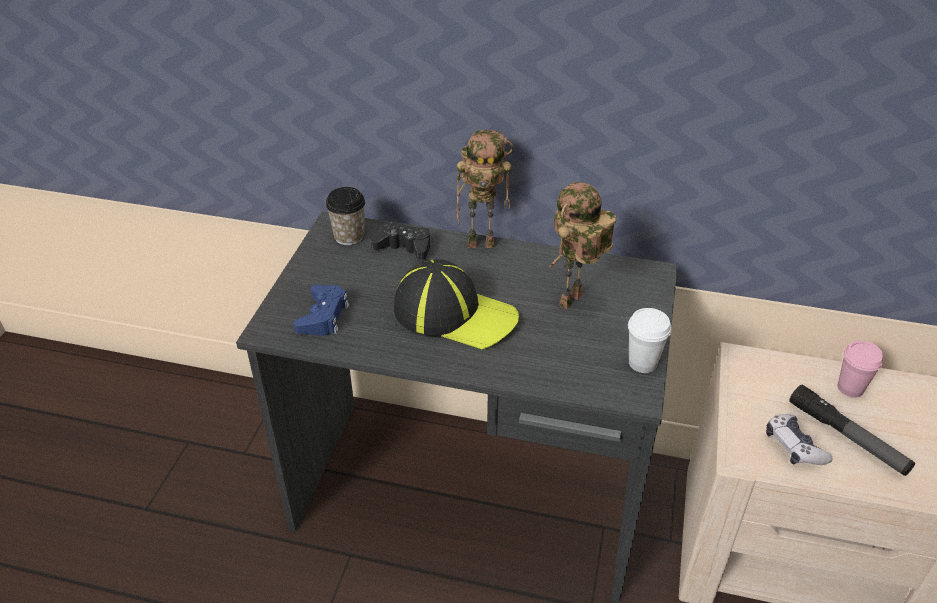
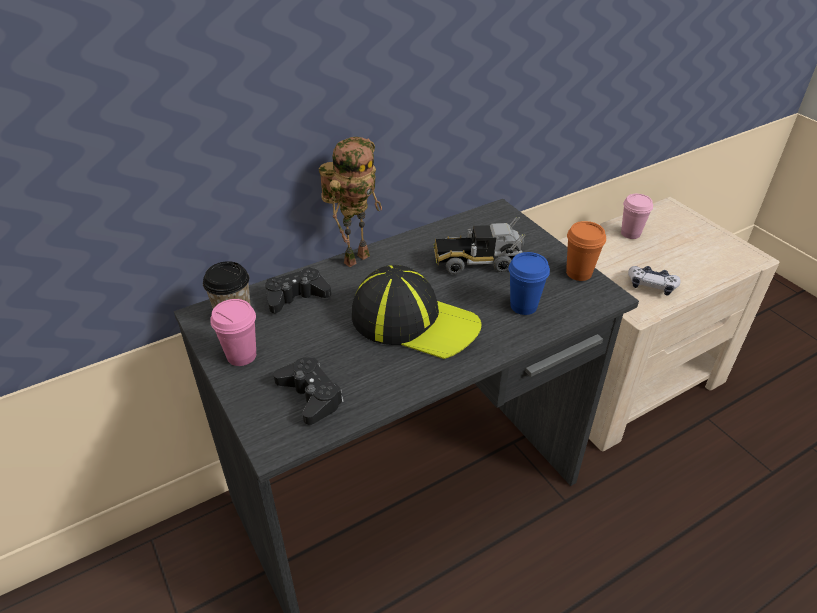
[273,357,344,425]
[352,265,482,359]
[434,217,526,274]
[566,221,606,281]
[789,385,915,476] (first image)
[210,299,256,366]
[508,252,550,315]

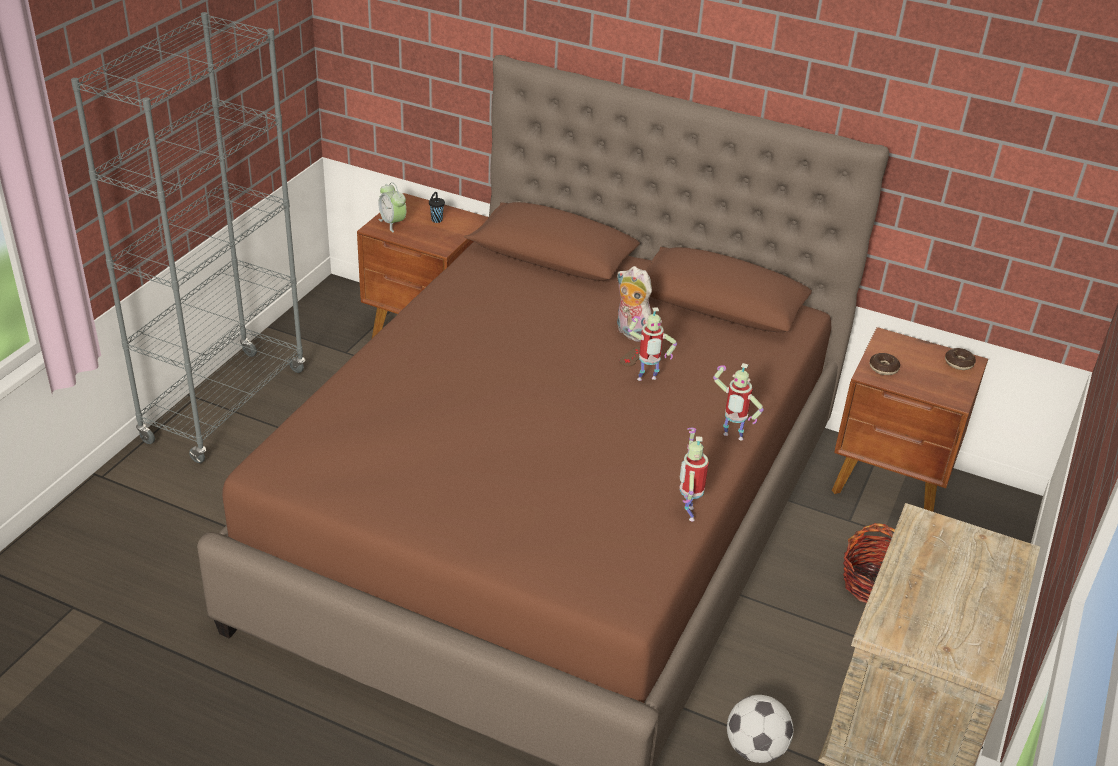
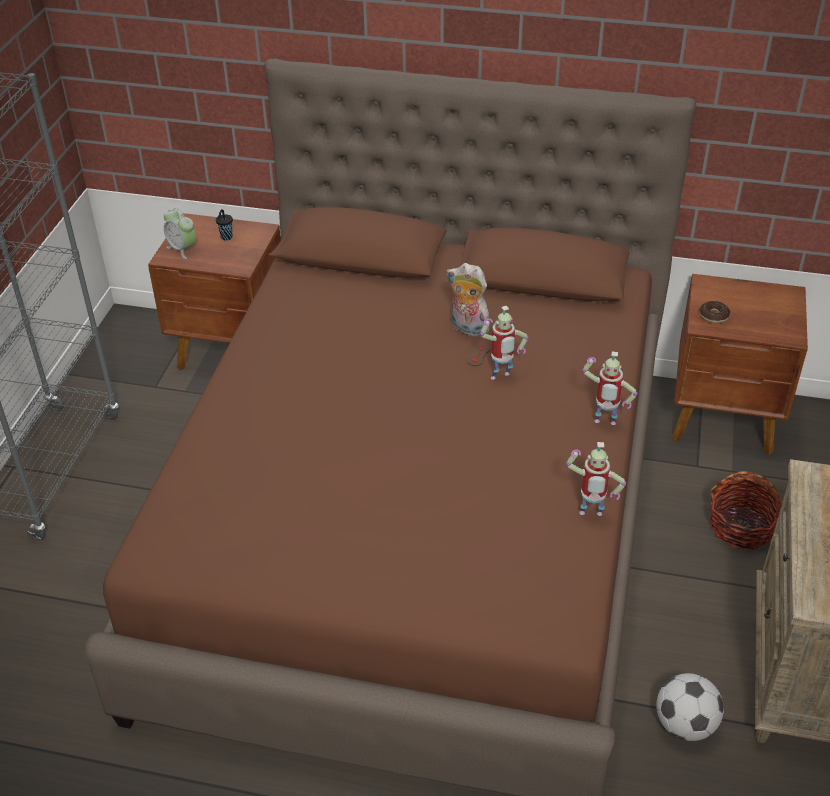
[566,442,626,516]
[945,348,976,370] (first image)

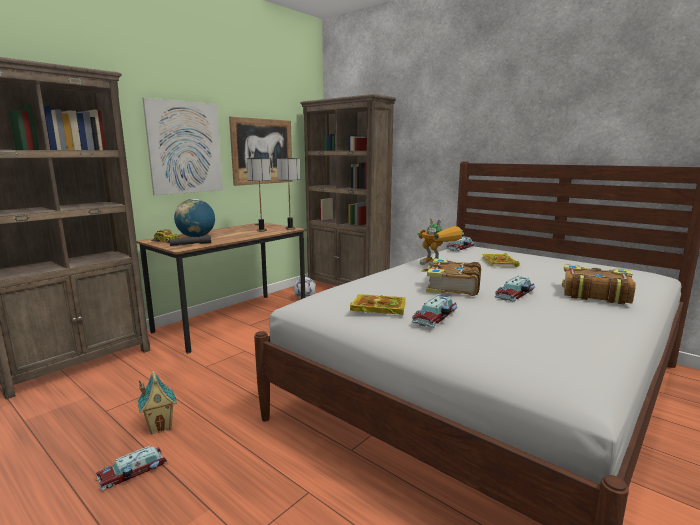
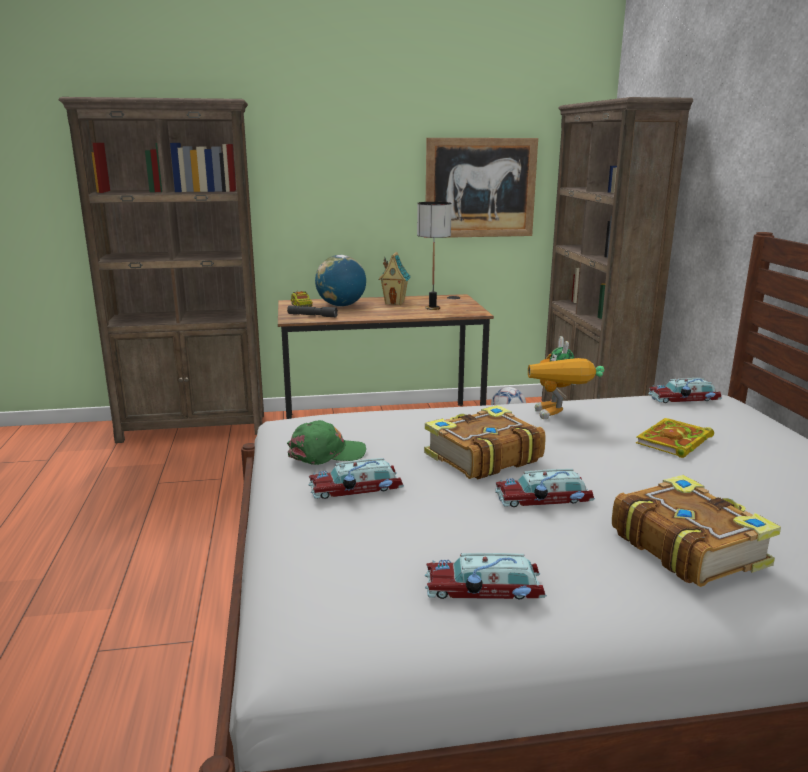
[425,553,547,600]
[379,252,411,305]
[142,98,223,195] (first image)
[276,158,300,229] (first image)
[287,420,366,465]

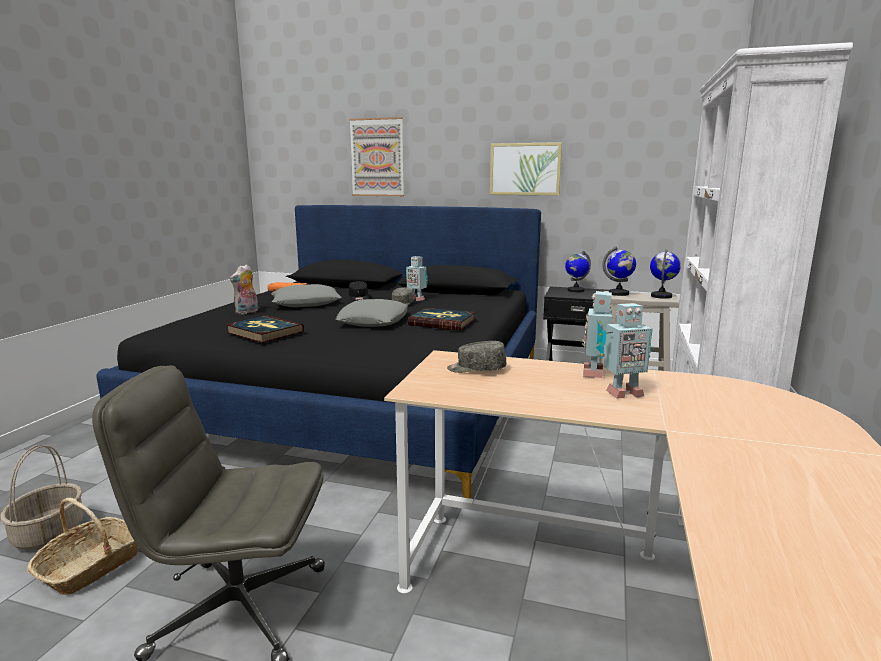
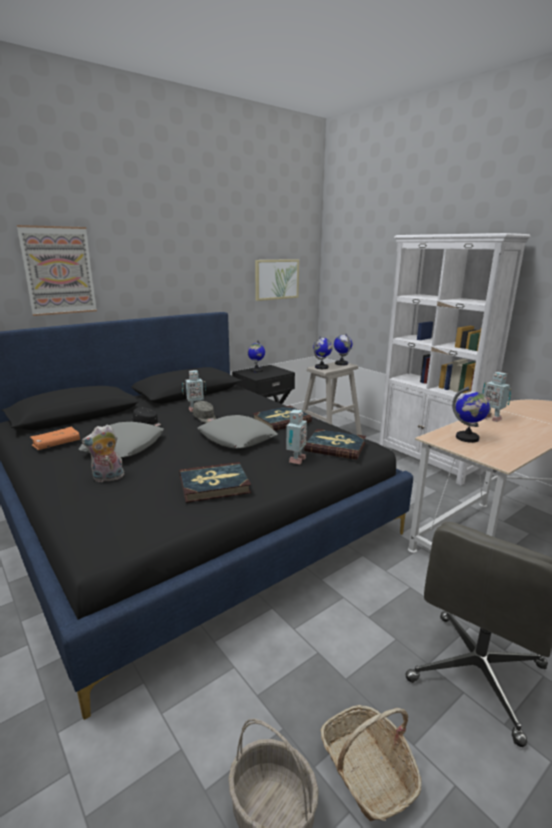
[82,425,124,482]
[452,387,490,443]
[255,259,299,301]
[286,409,307,464]
[304,429,366,460]

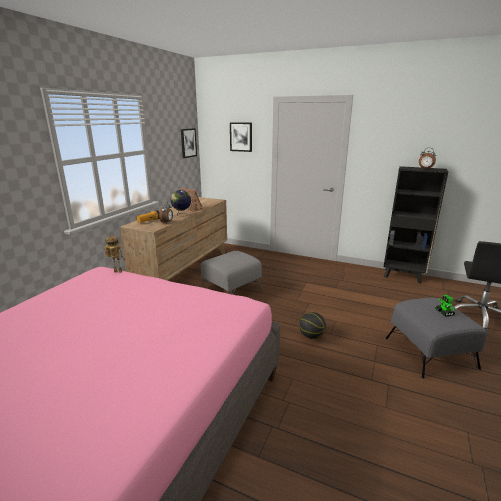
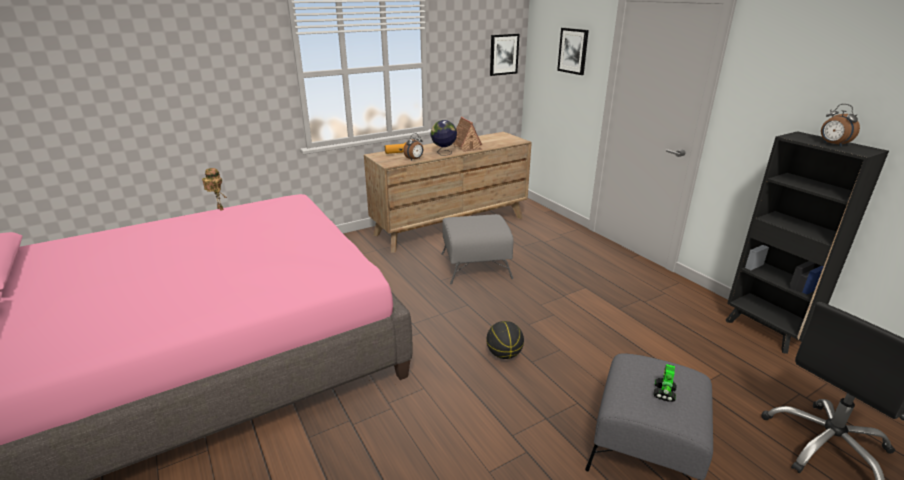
[202,168,227,211]

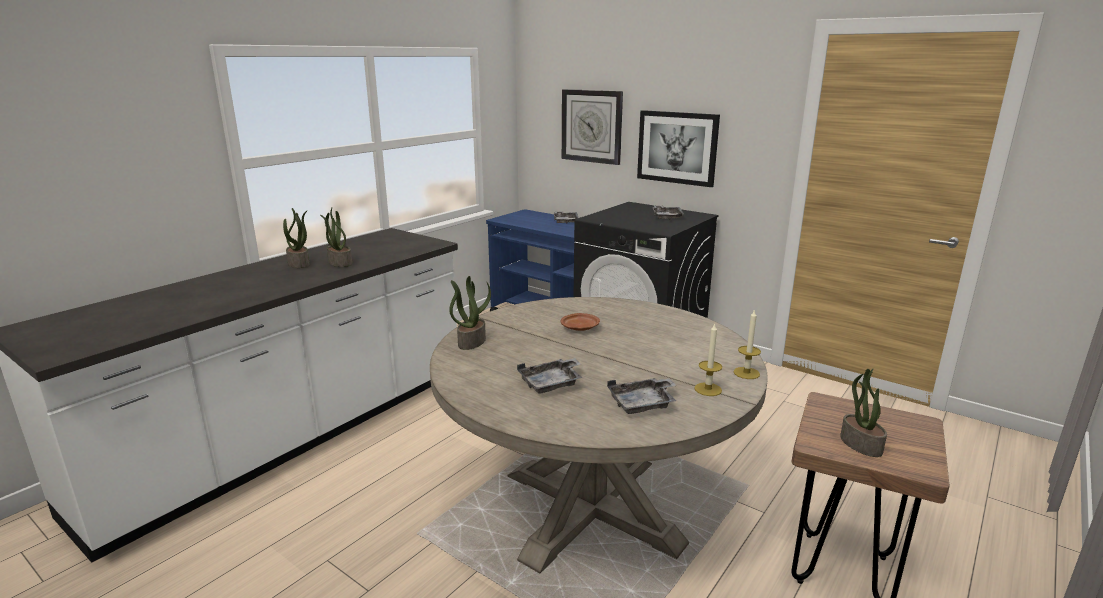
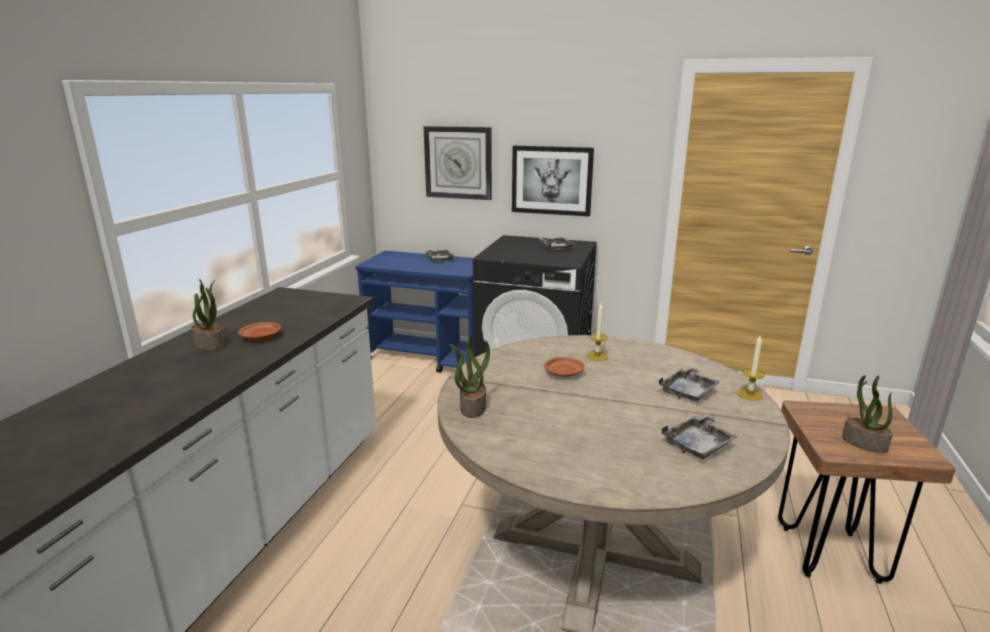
[238,322,281,340]
[659,366,720,402]
[587,303,608,361]

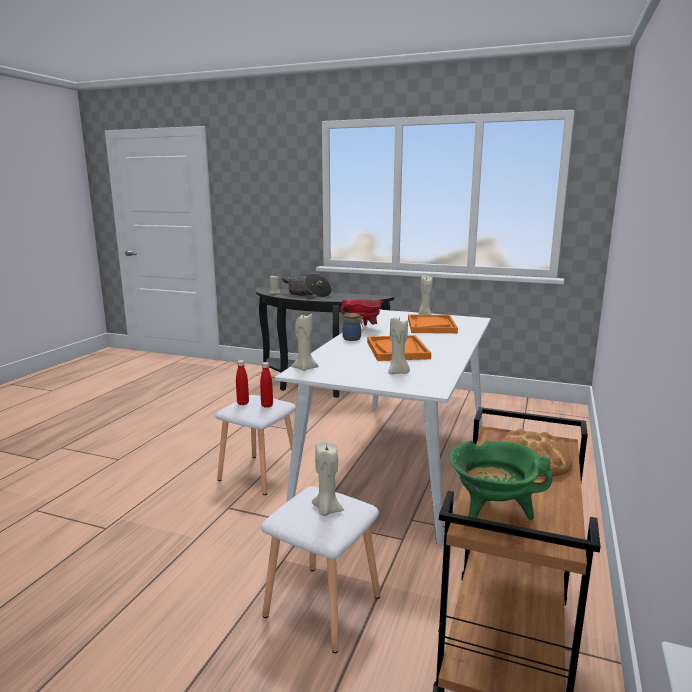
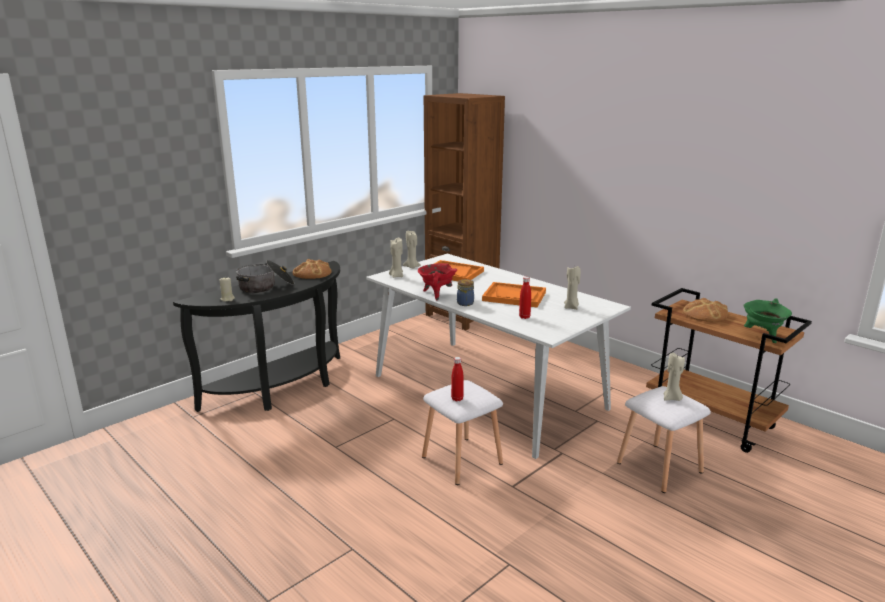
[519,277,531,319]
[389,238,403,278]
[293,259,332,279]
[424,93,505,330]

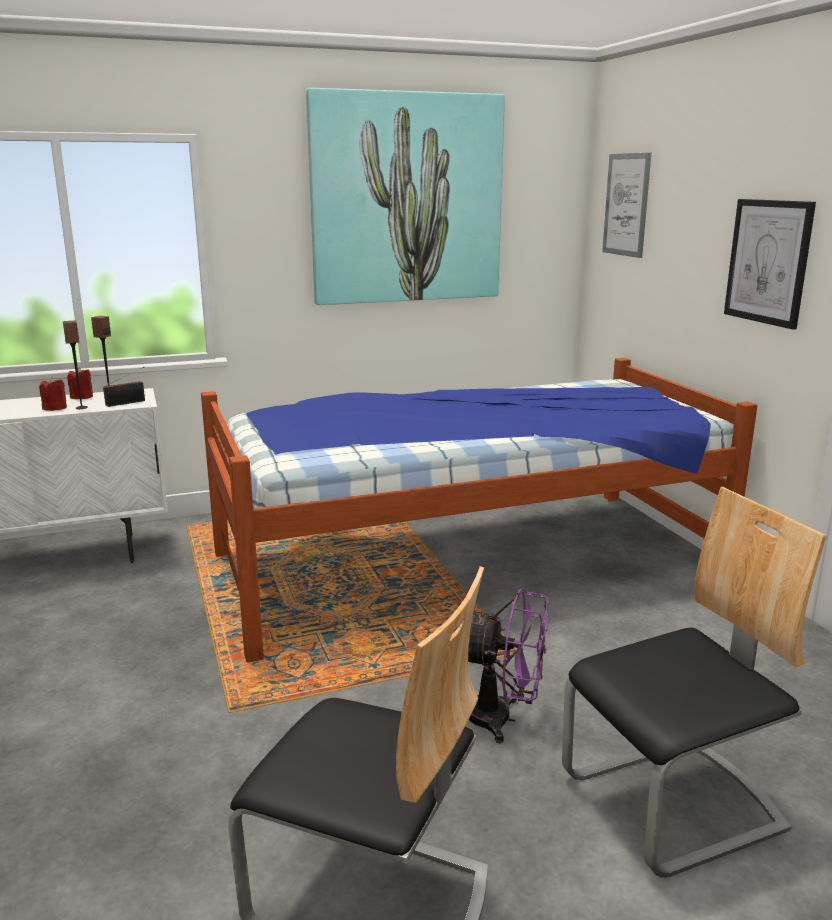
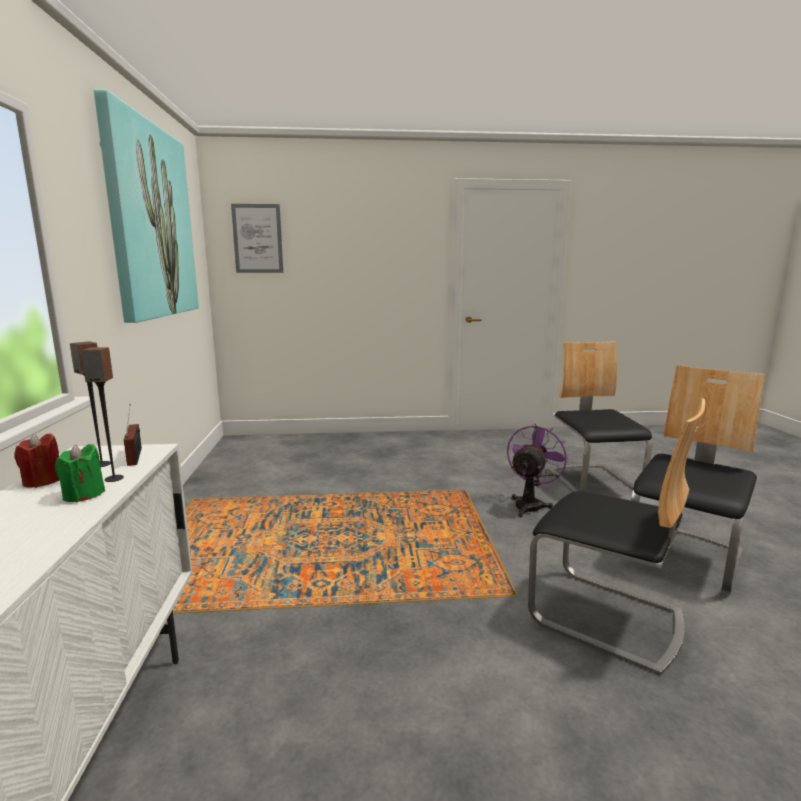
[55,444,105,502]
[201,358,757,663] (first image)
[724,199,816,330] (first image)
[528,398,705,675]

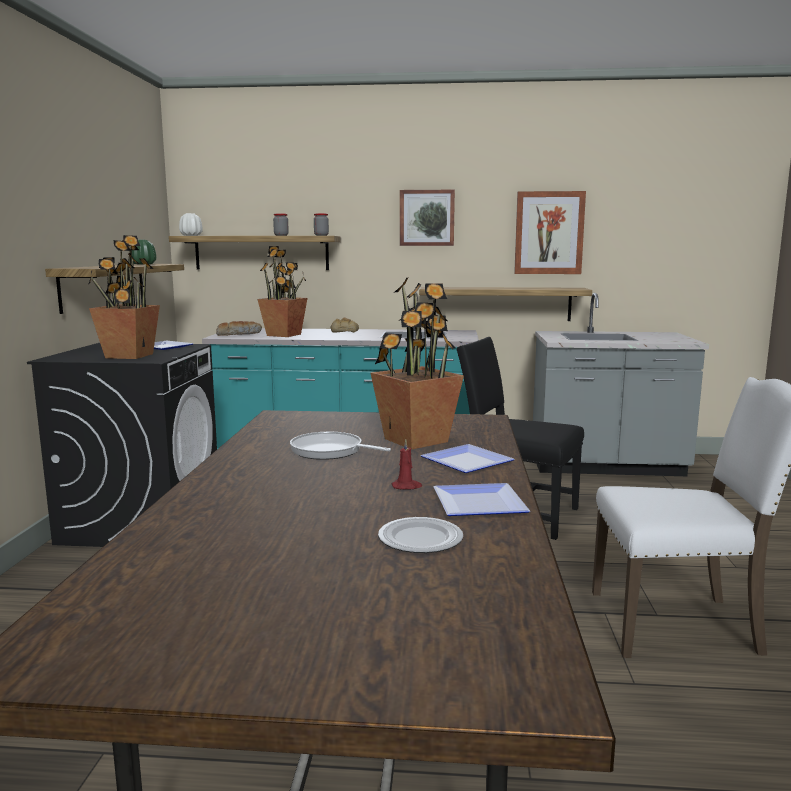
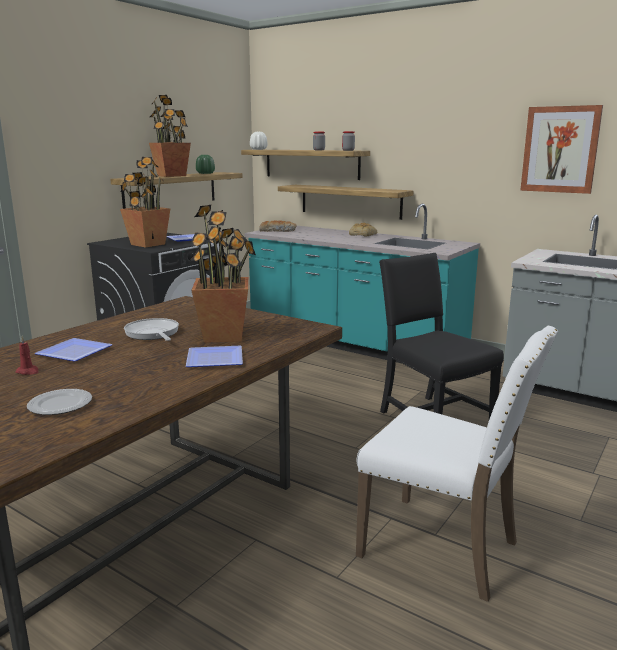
[149,95,191,177]
[15,336,38,375]
[400,190,455,246] (first image)
[278,185,414,220]
[34,338,112,362]

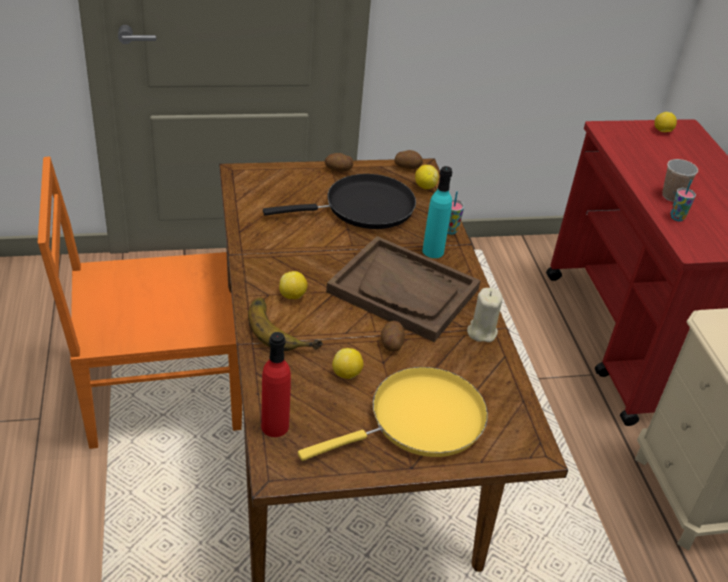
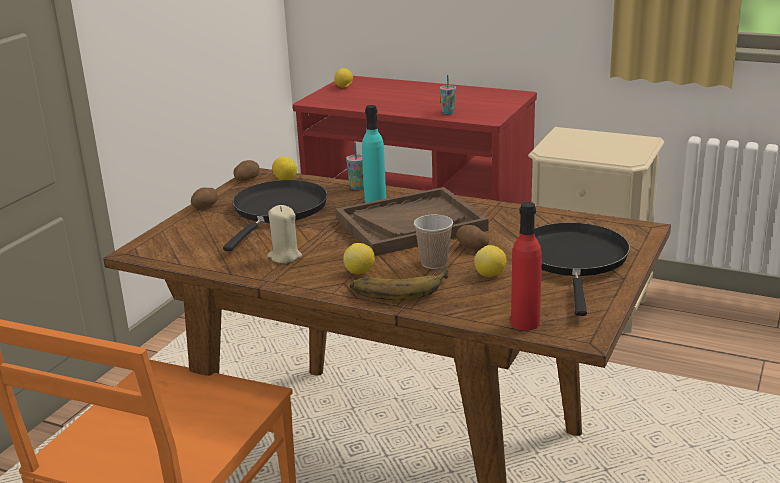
[535,222,630,316]
[267,205,302,263]
[414,214,453,269]

